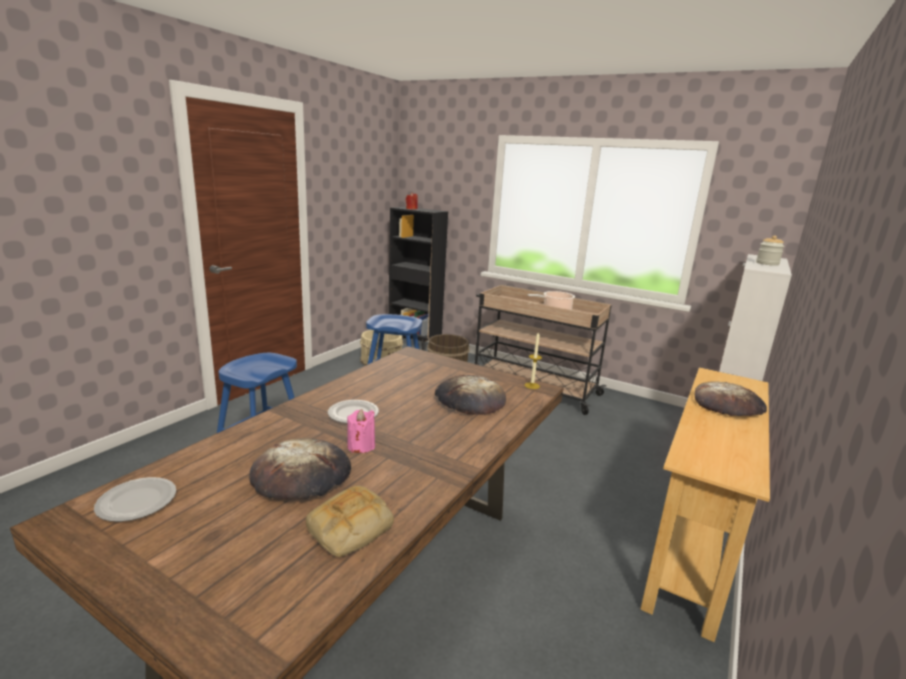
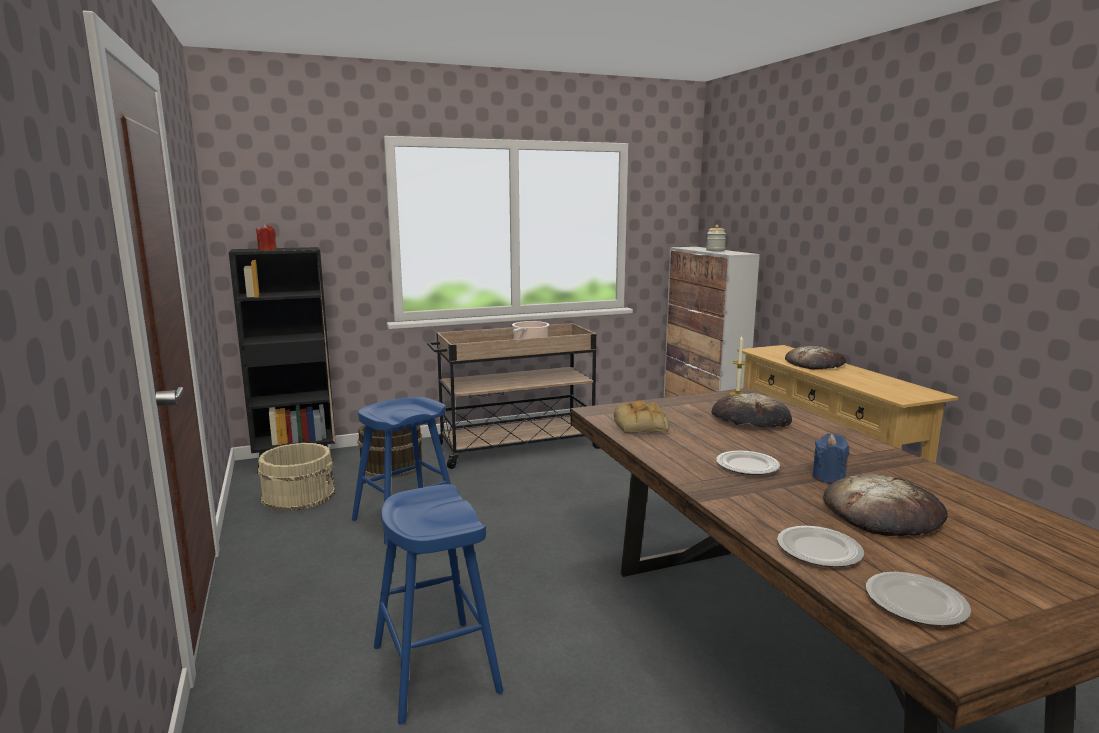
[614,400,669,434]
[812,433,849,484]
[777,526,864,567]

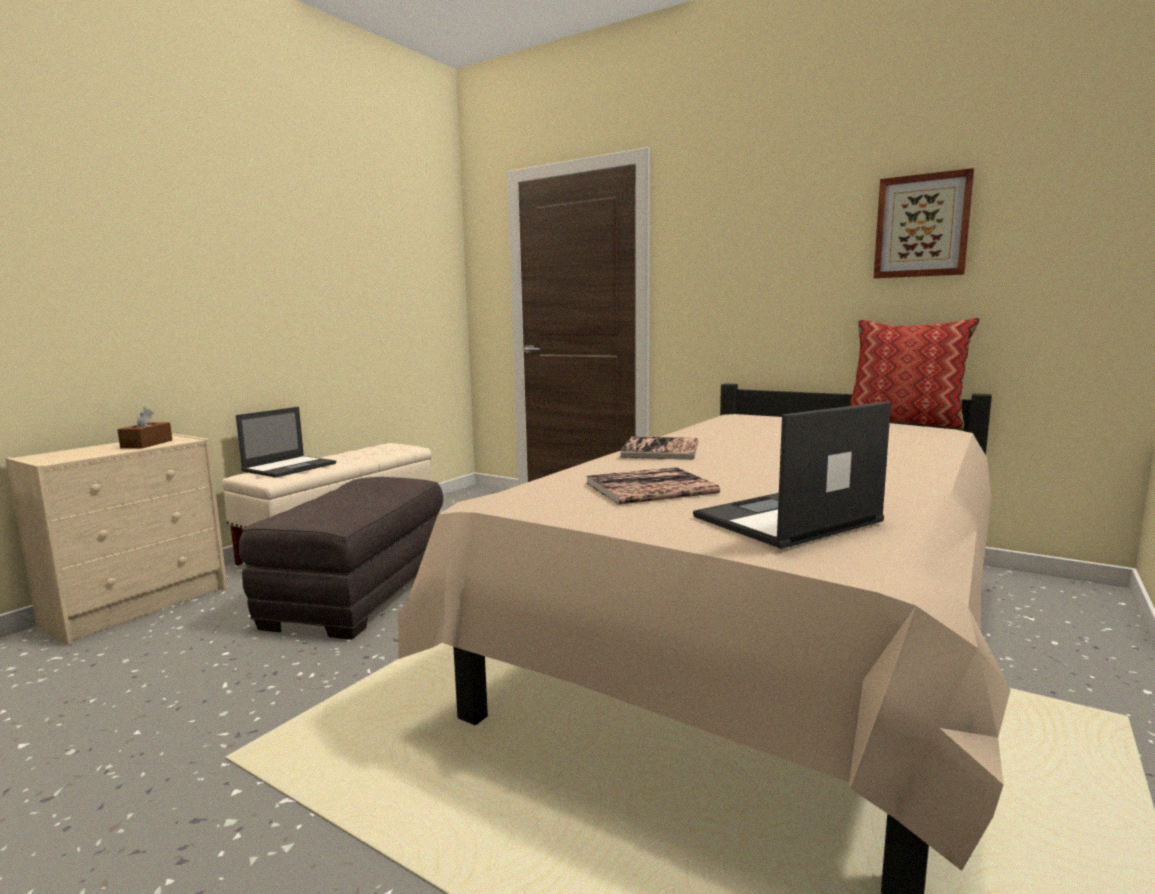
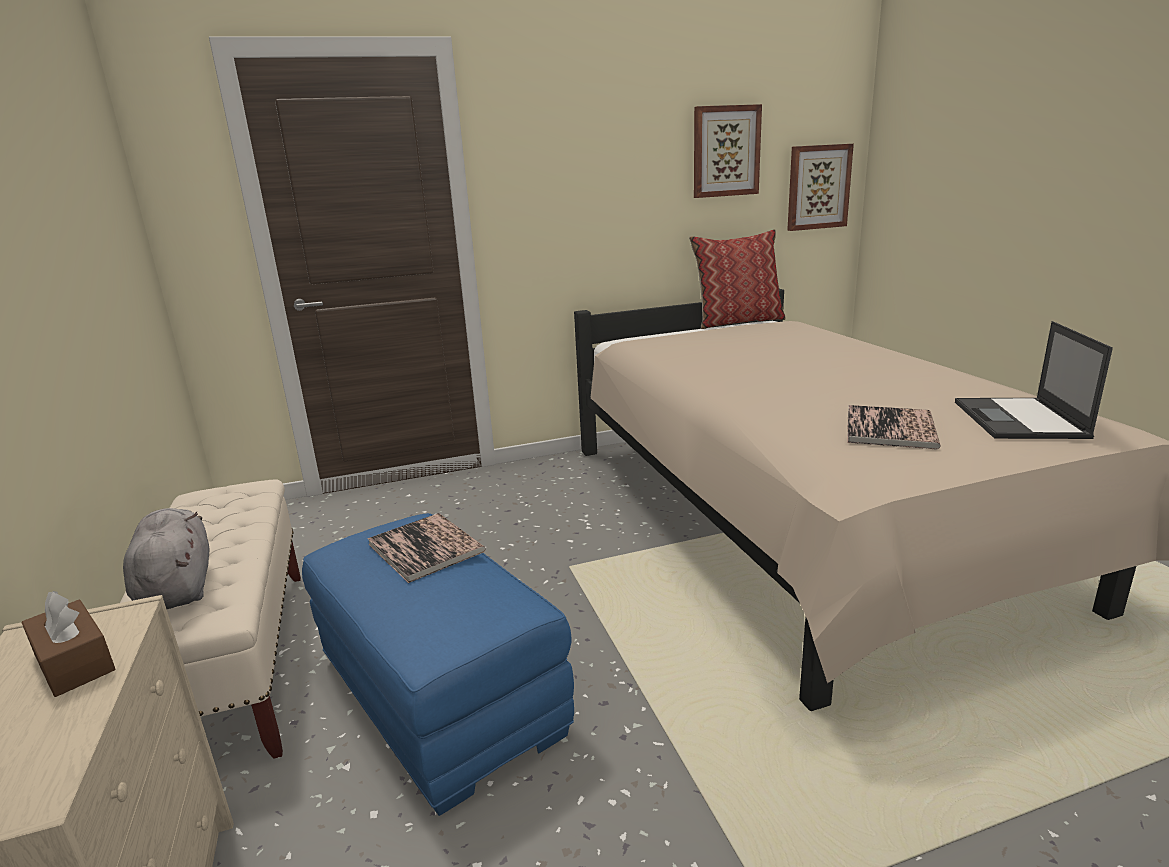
[123,508,210,609]
[302,513,574,816]
[367,513,486,583]
[787,144,854,231]

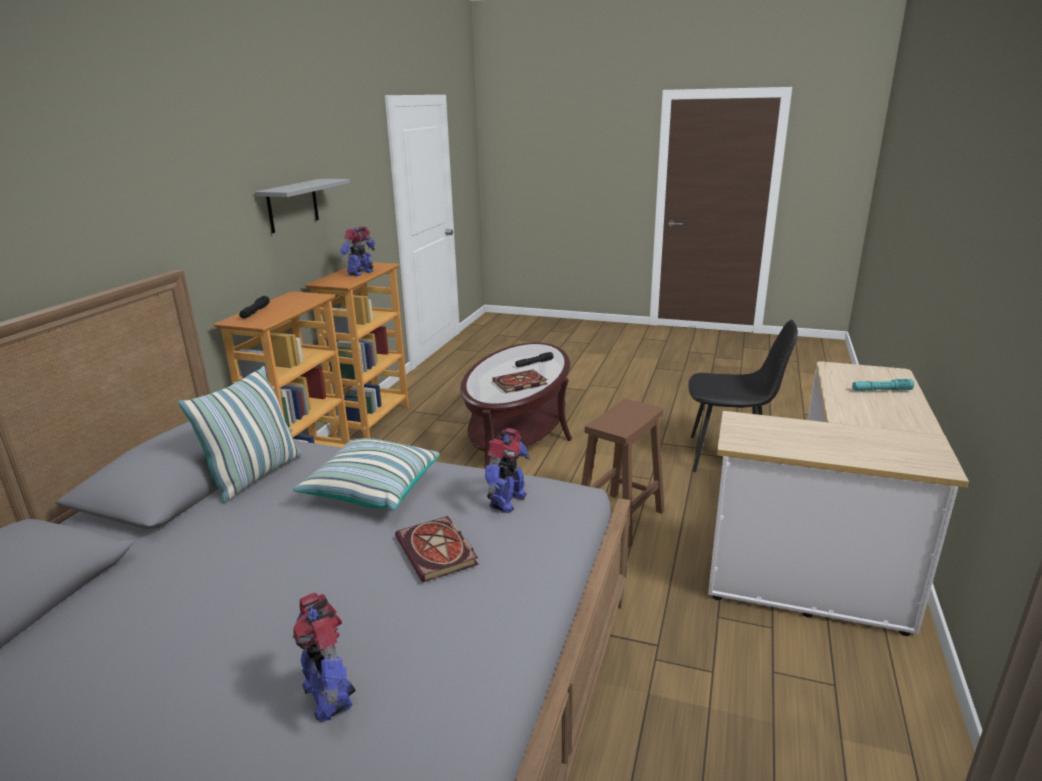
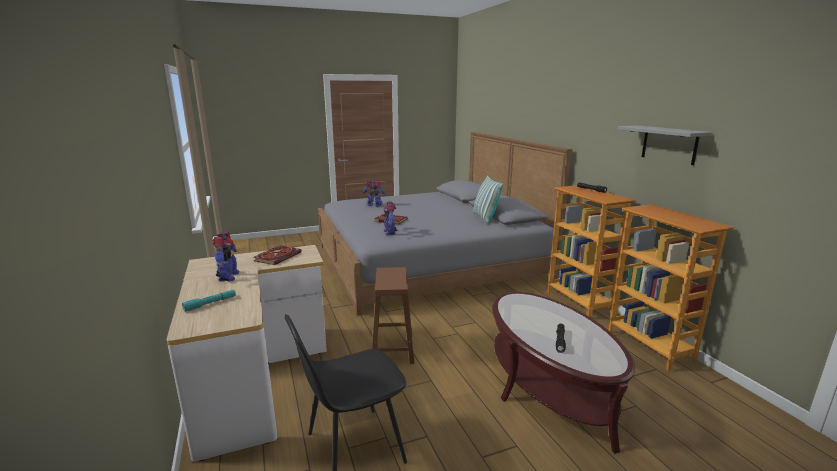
[293,438,440,510] (first image)
[213,232,239,282]
[253,245,302,265]

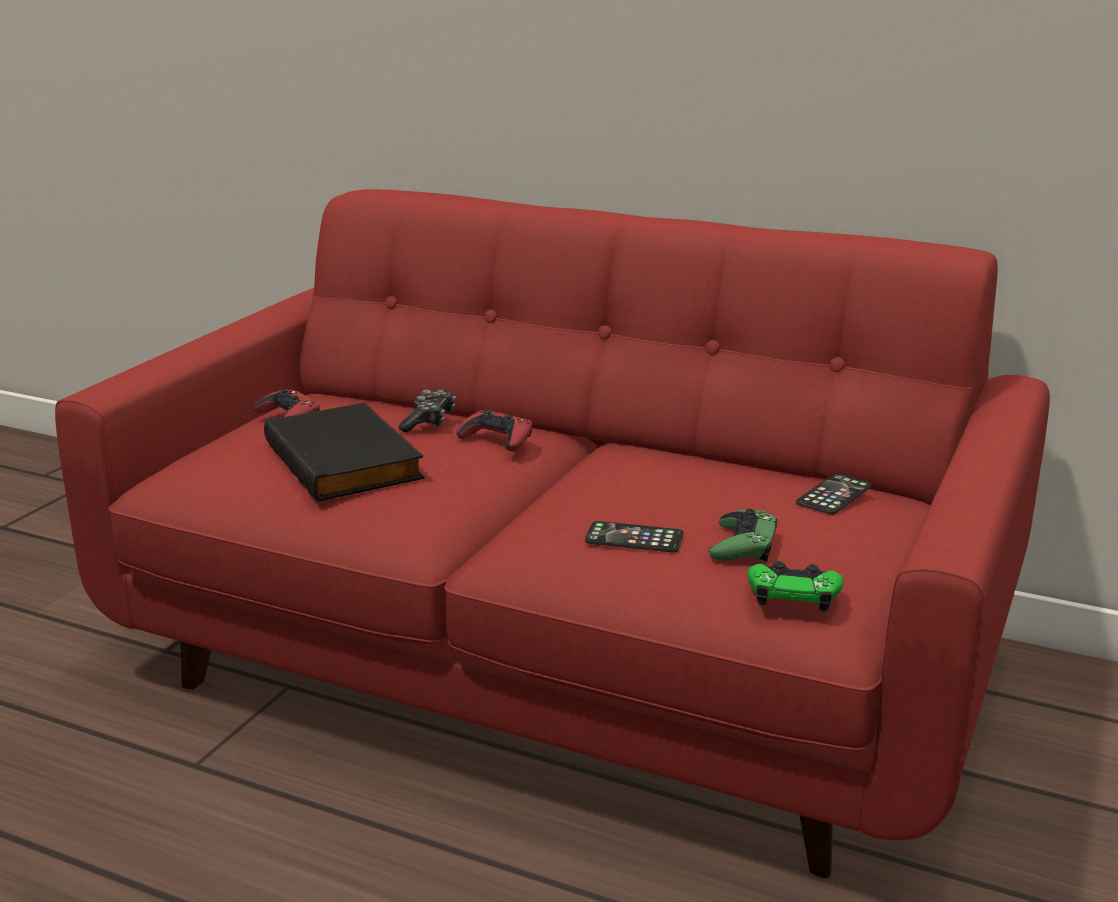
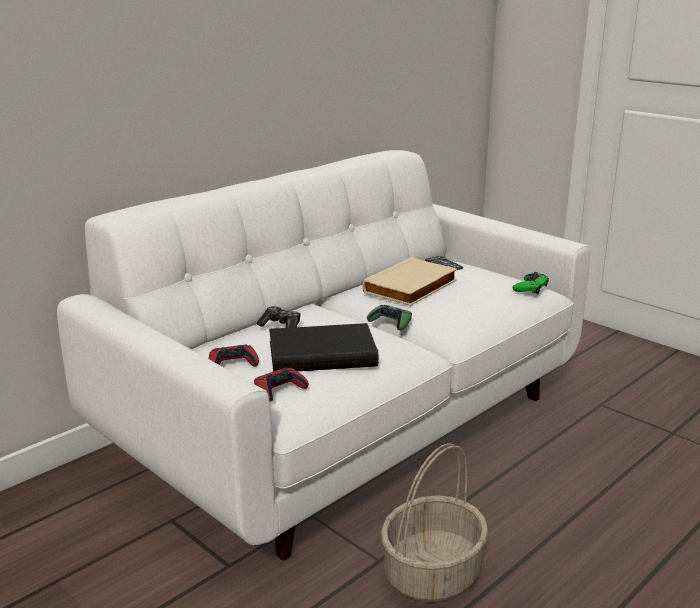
[57,150,590,560]
[254,368,309,402]
[585,521,684,552] (first image)
[367,305,412,330]
[362,257,457,306]
[381,443,488,602]

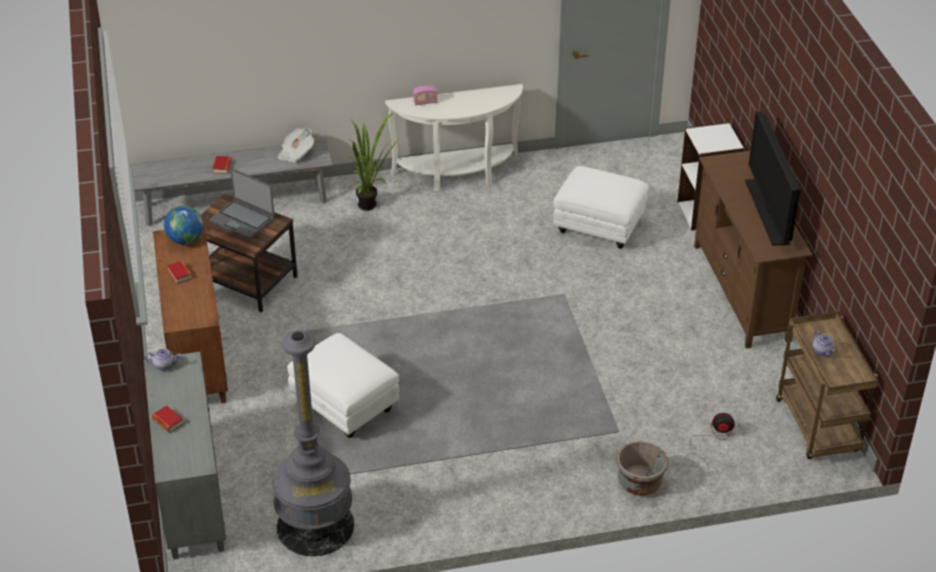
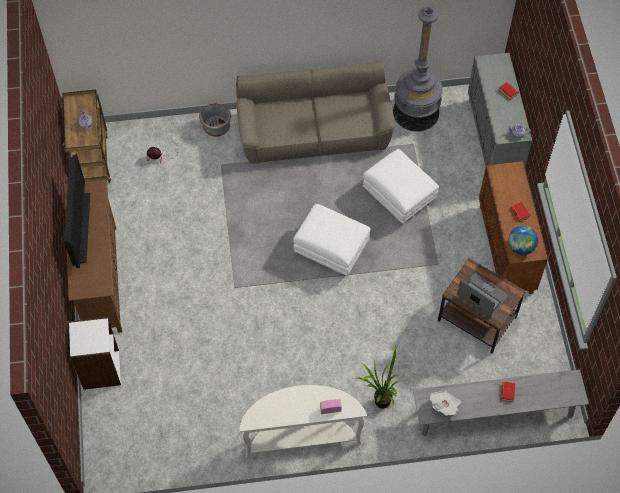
[293,204,371,276]
[236,61,395,164]

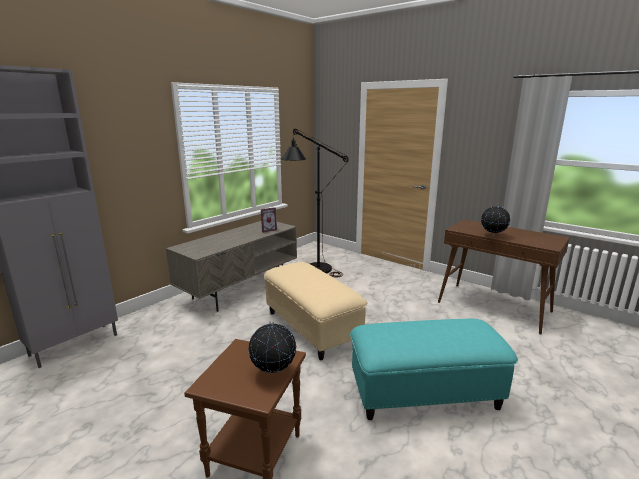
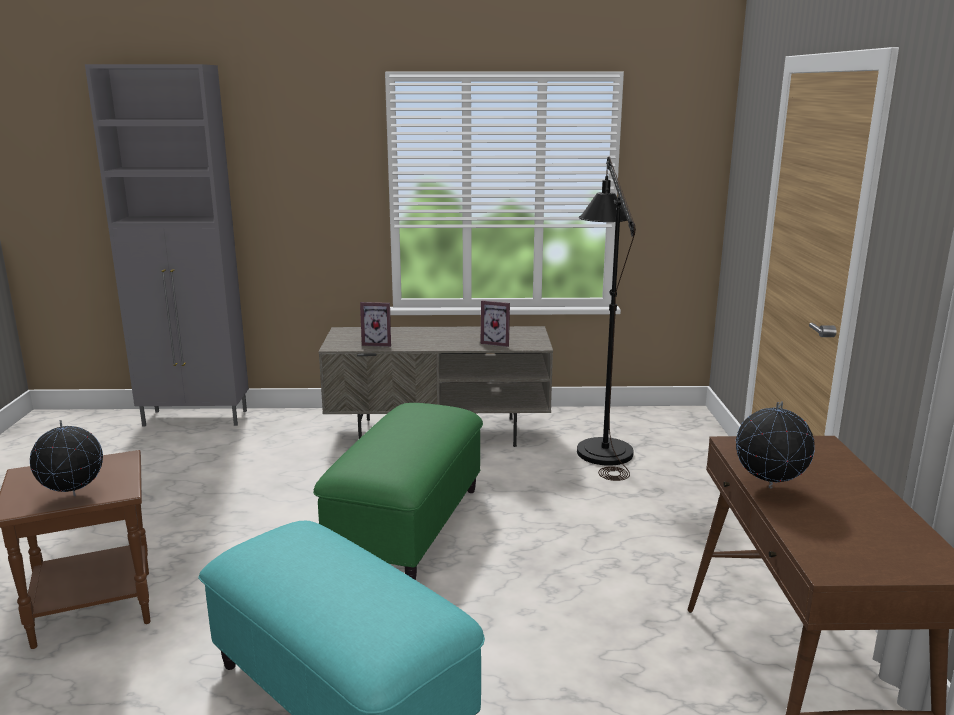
[313,403,483,580]
[360,302,391,347]

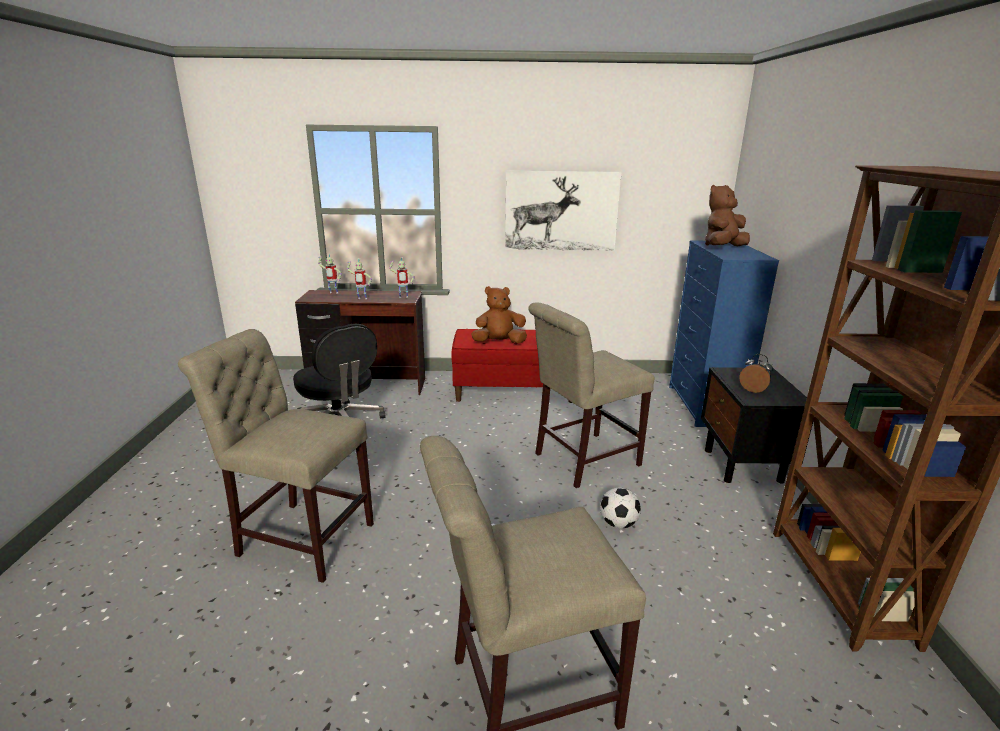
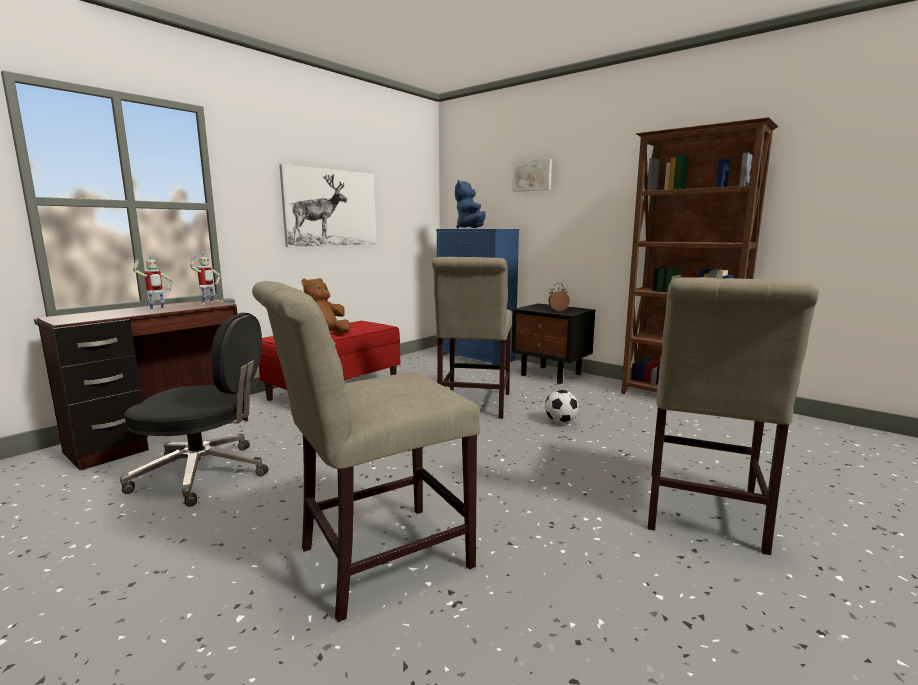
[318,254,342,294] (first image)
[455,180,486,229]
[512,159,552,192]

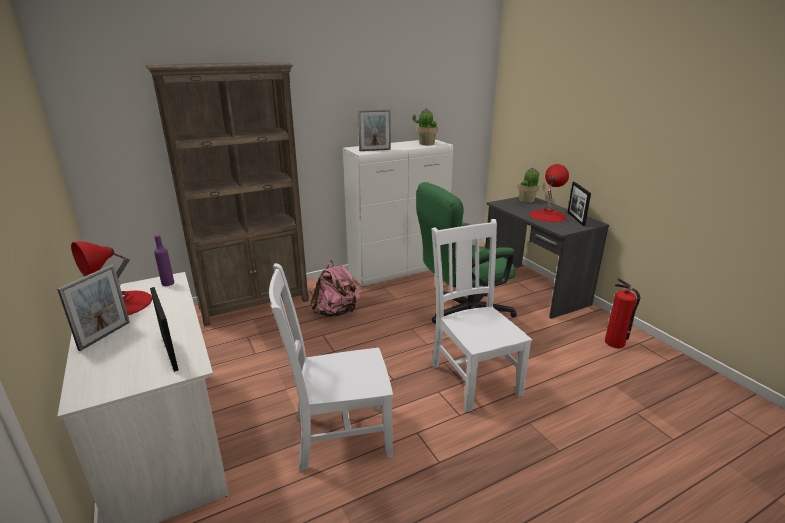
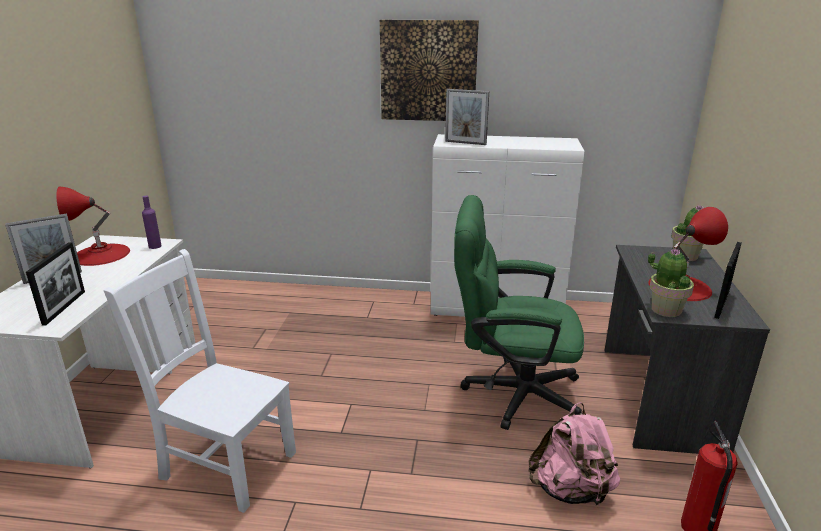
[146,62,309,326] (first image)
[529,402,620,508]
[648,248,694,317]
[431,219,532,412] (first image)
[380,20,479,121]

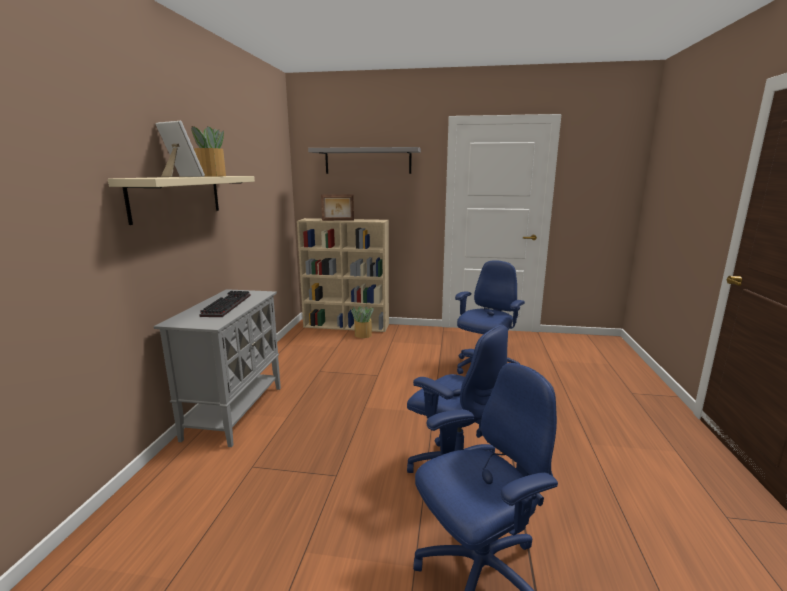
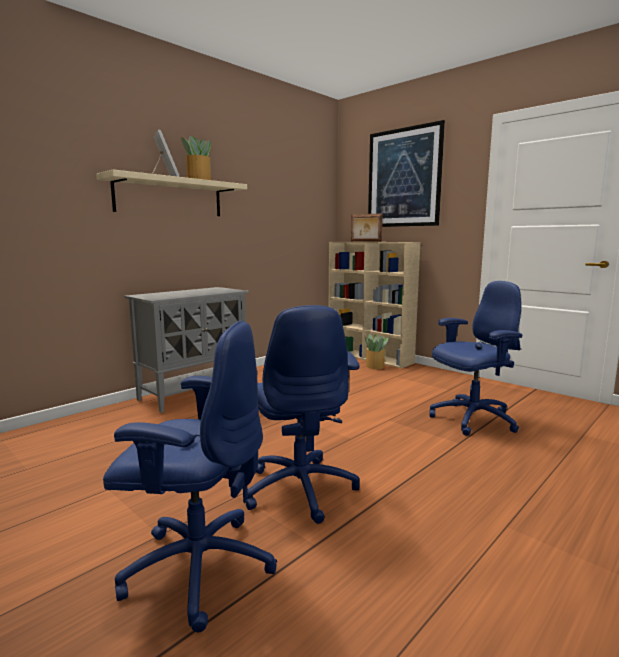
[199,291,251,317] (first image)
[368,120,445,227]

